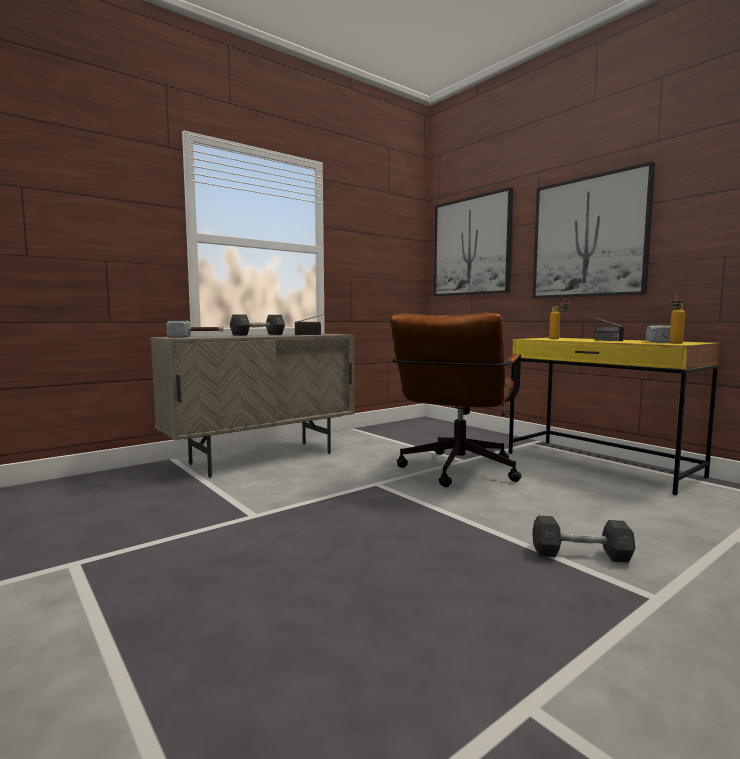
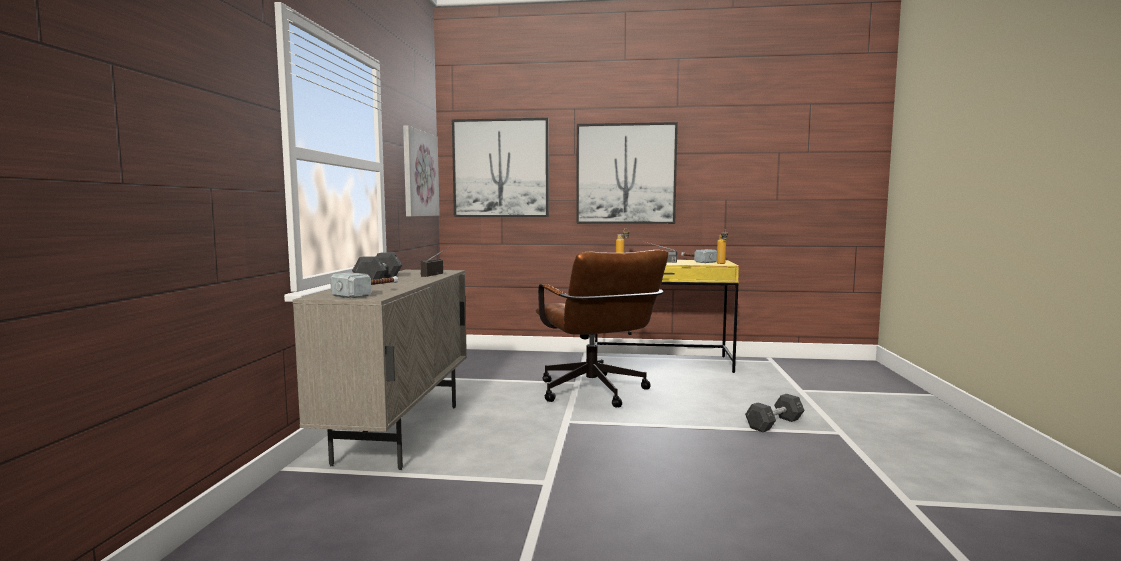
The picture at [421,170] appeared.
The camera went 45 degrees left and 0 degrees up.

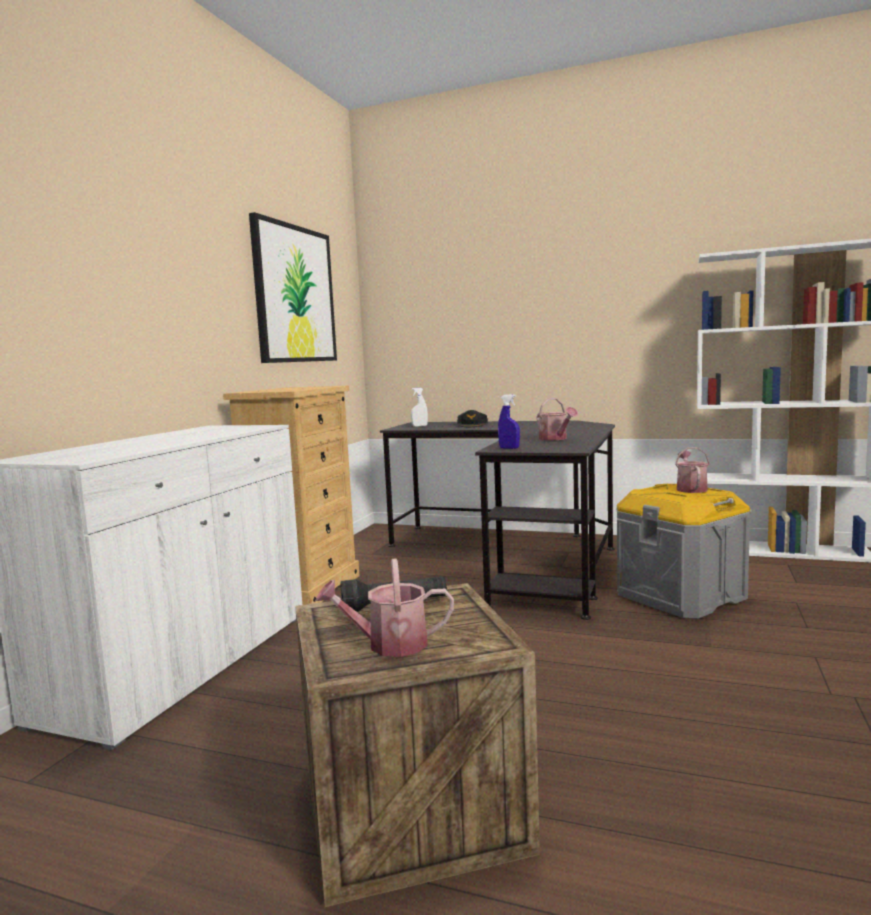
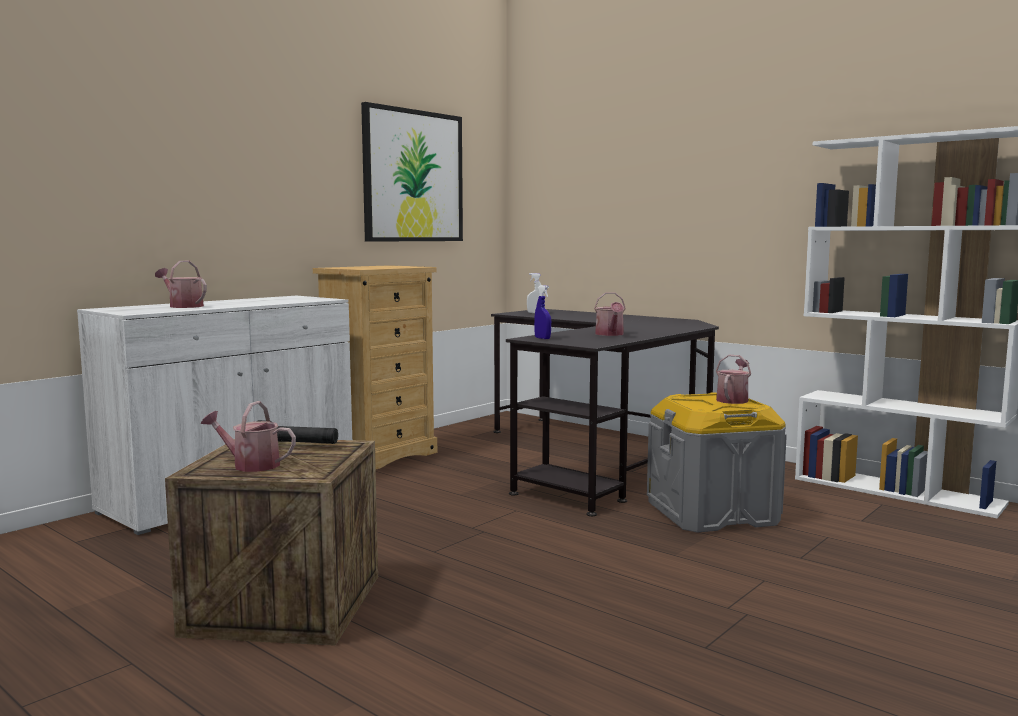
The black cap at [472,418] disappeared.
The watering can at [181,284] appeared.
The camera went 20 degrees right and 0 degrees up.

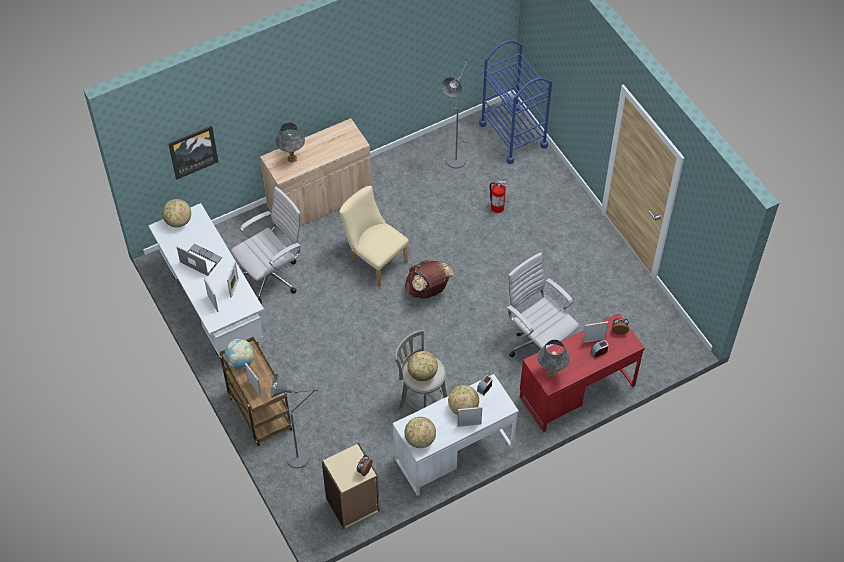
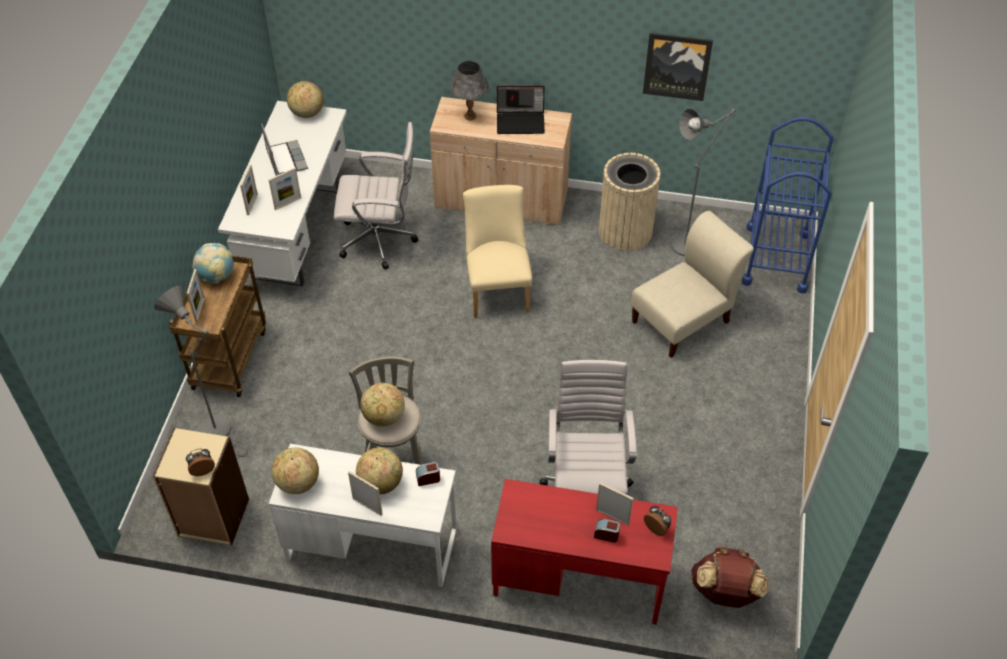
The grey table lamp at [554,359] disappeared.
The laptop at [520,110] appeared.
The beige trash can at [630,202] appeared.
The picture moved from [193,152] to [678,67].
The brown backpack moved from [429,279] to [730,577].
The fire extinguisher at [499,197] was replaced by the beige chair at [692,284].
The camera went 40 degrees right and 5 degrees down.

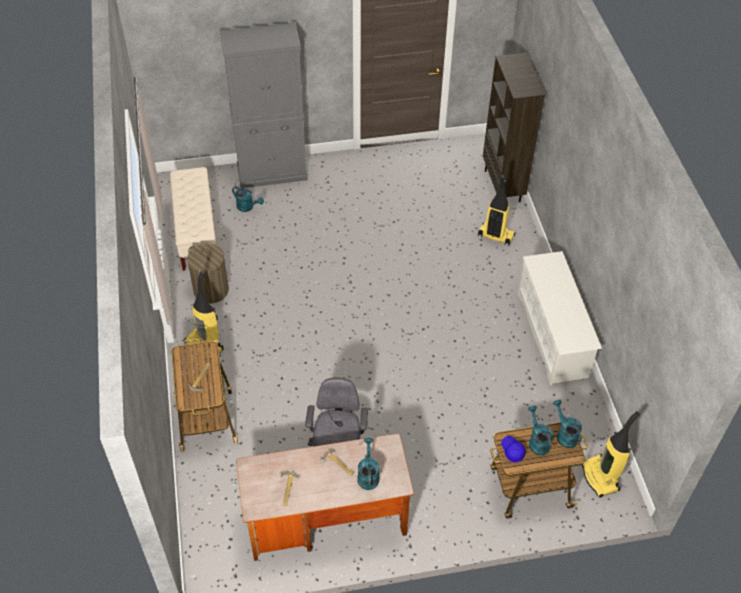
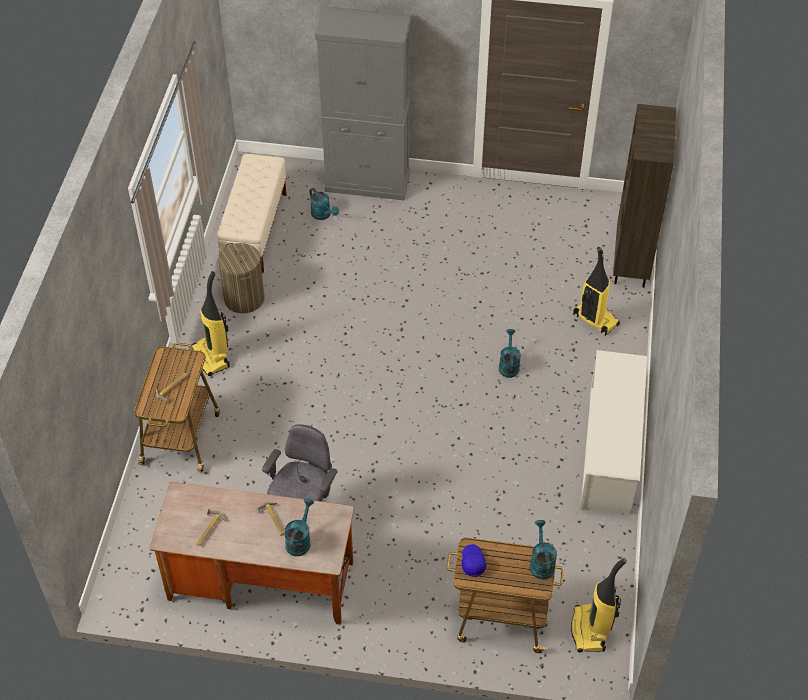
The turquoise watering can moved from [540,430] to [510,353].
The camera went 20 degrees right and 0 degrees up.

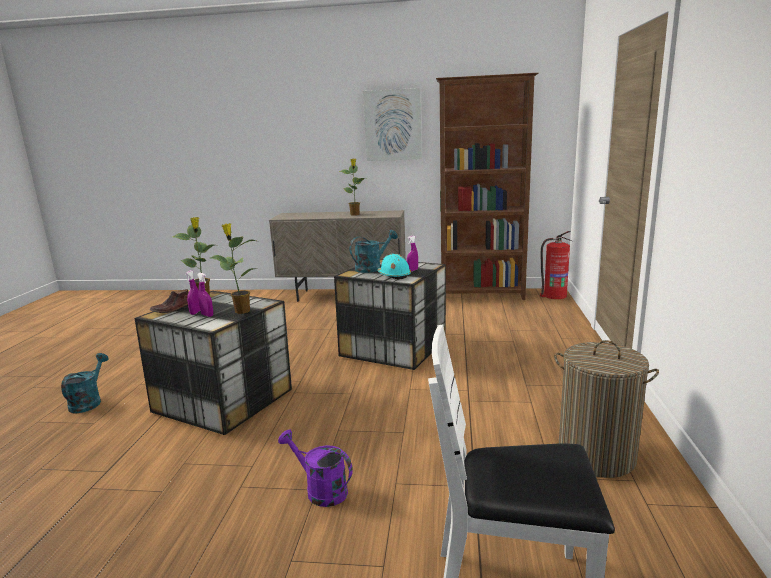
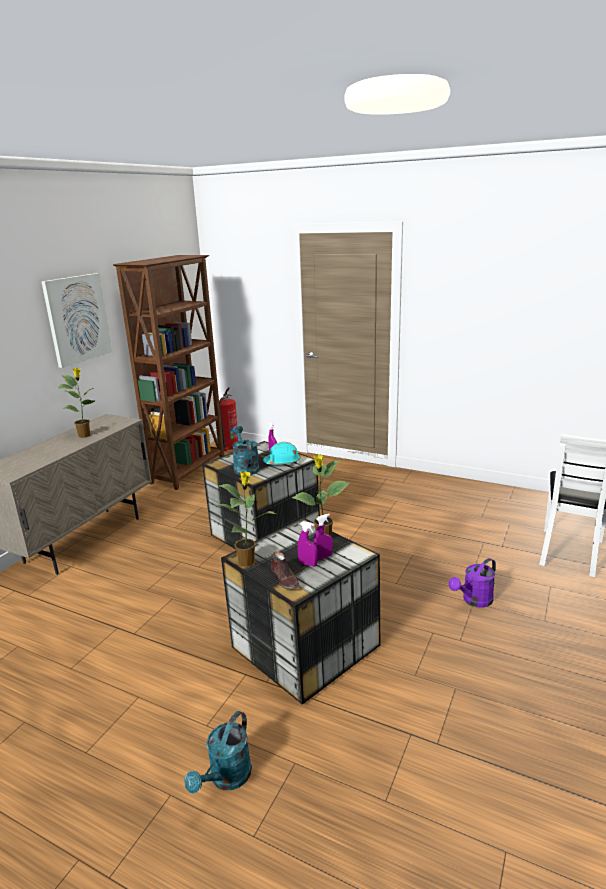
The laundry basket at [606,409] disappeared.
The turquoise watering can at [85,383] turned 90 degrees counterclockwise.
The camera went 70 degrees left and 5 degrees up.

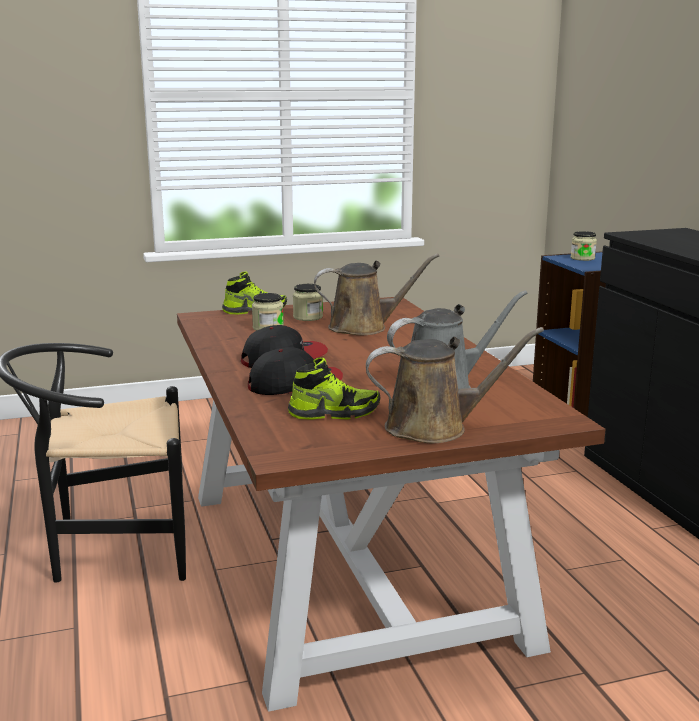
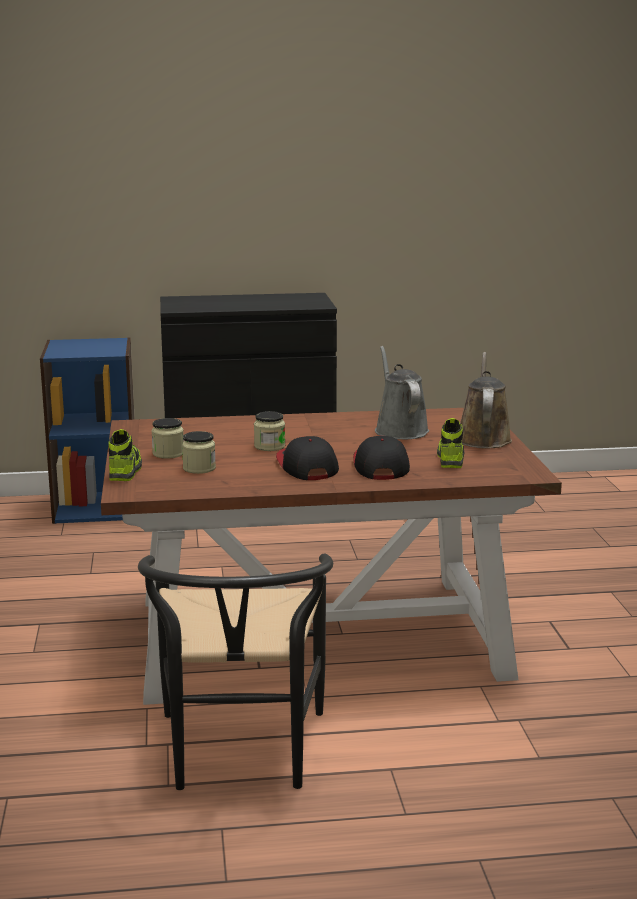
The brown watering can at [376,294] disappeared.
The jar moved from [584,246] to [269,431].
The camera went 80 degrees left and 0 degrees up.

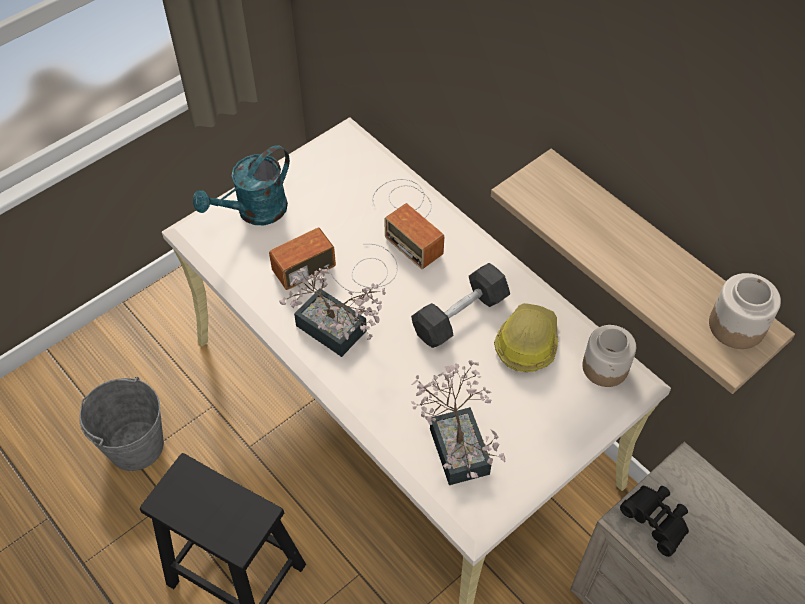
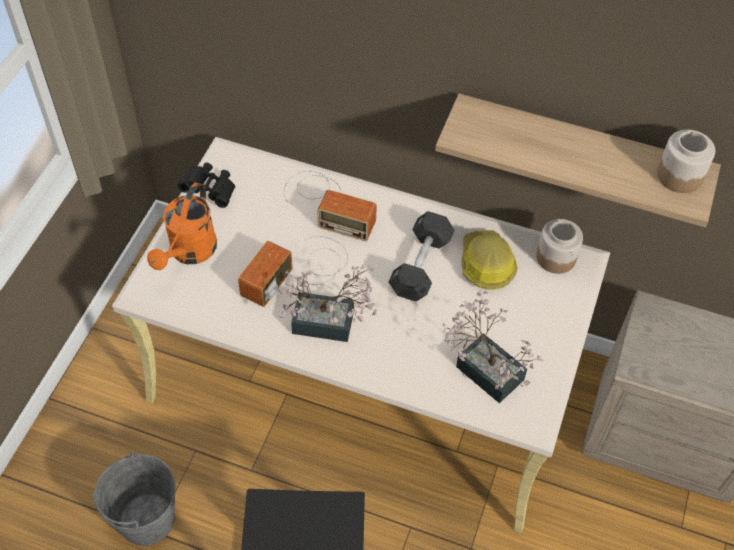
The black binoculars moved from [654,521] to [206,185].
The turquoise watering can at [241,185] became the orange watering can at [182,226].
The camera went 30 degrees left and 0 degrees up.

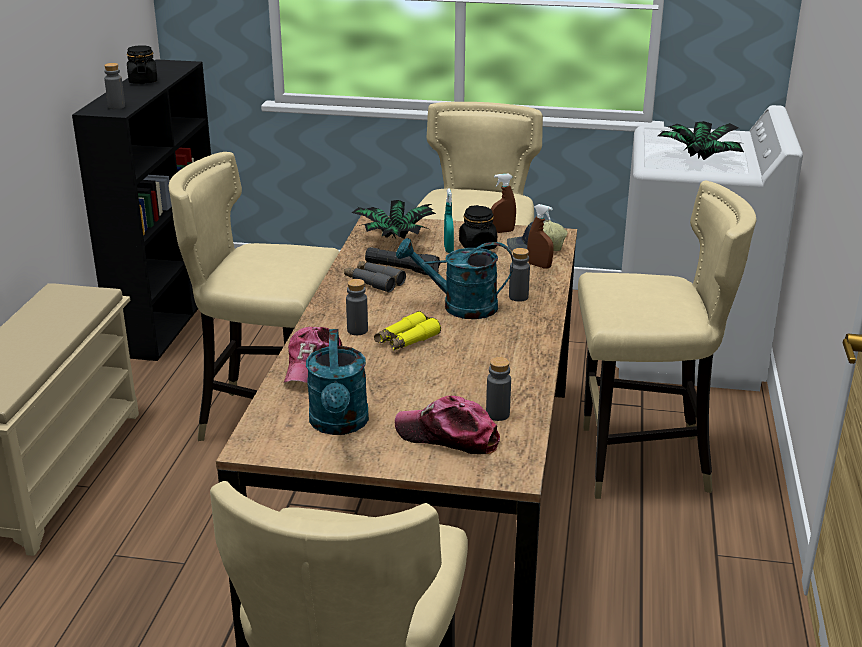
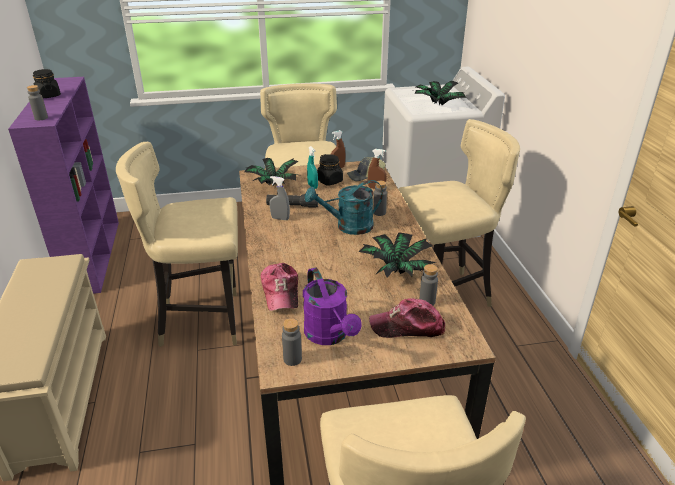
The yellow binoculars at [407,331] disappeared.
The potted plant at [398,255] appeared.
The grey bottle moved from [357,307] to [292,342].
The grey binoculars at [375,277] was replaced by the grey spray bottle at [280,198].
The black bookcase at [141,210] became the purple bookcase at [63,185].
The turquoise watering can at [337,382] became the purple watering can at [332,306].
The camera went 20 degrees left and 5 degrees up.

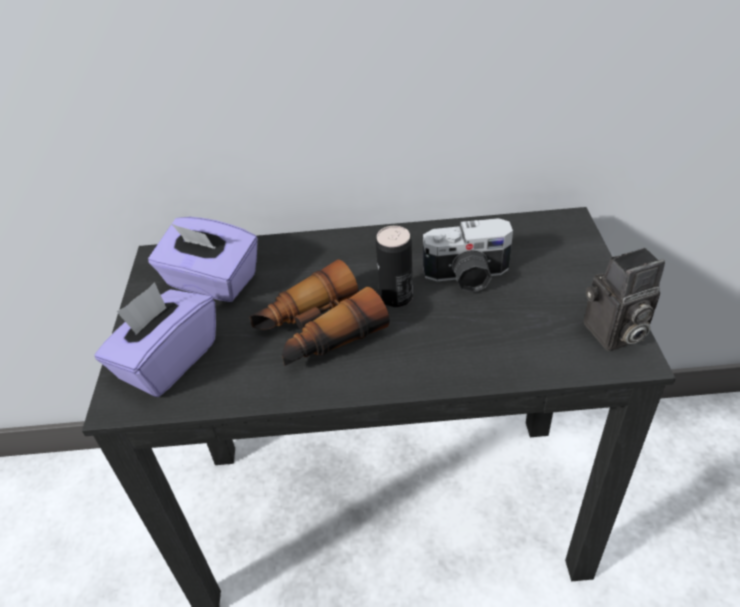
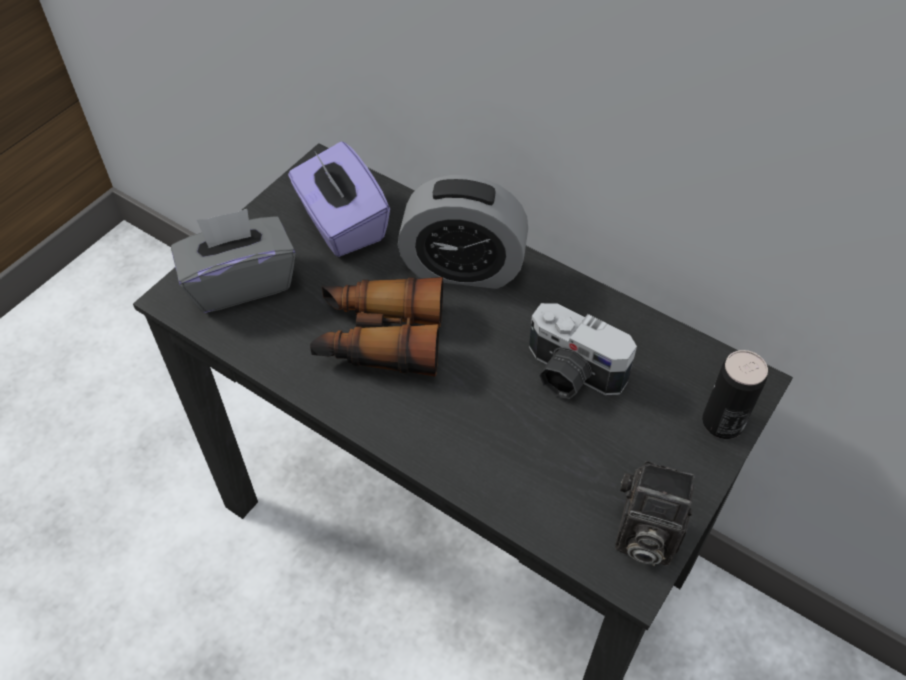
The alarm clock at [463,232] appeared.
The can moved from [394,266] to [735,394].
The purple tissue box at [155,339] became the grey tissue box at [233,261].
The camera went 35 degrees right and 10 degrees up.

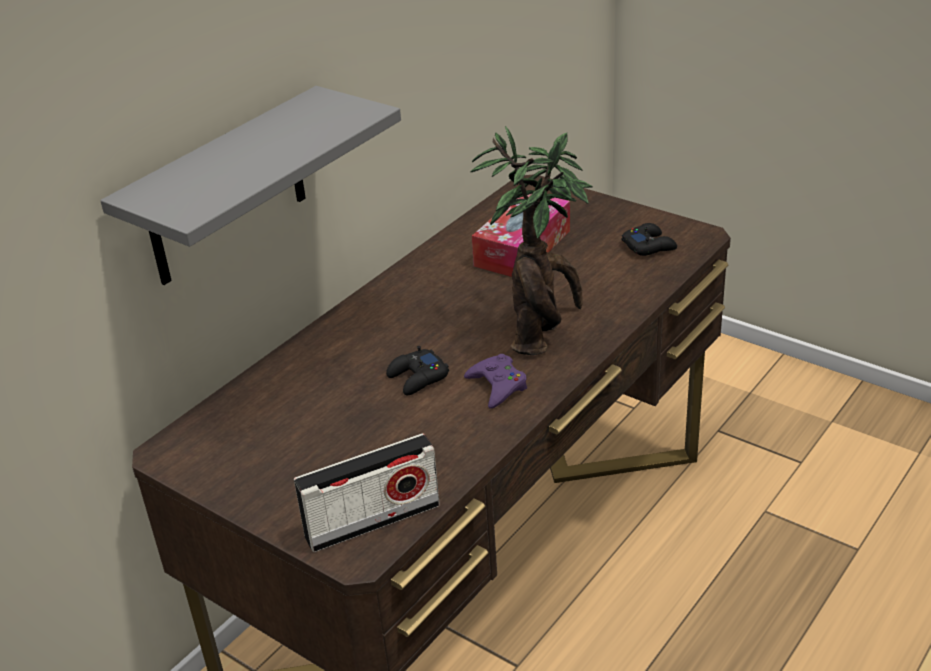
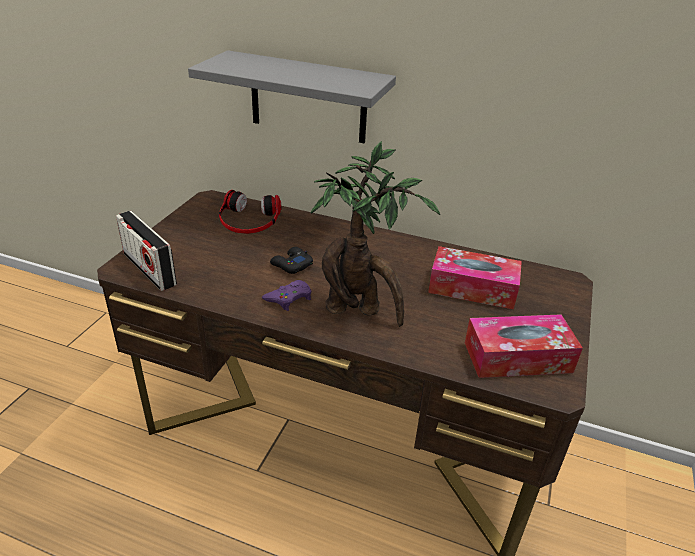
The headphones at [250,212] appeared.
The black game controller at [649,239] was replaced by the tissue box at [524,346].
The camera went 70 degrees right and 0 degrees up.

